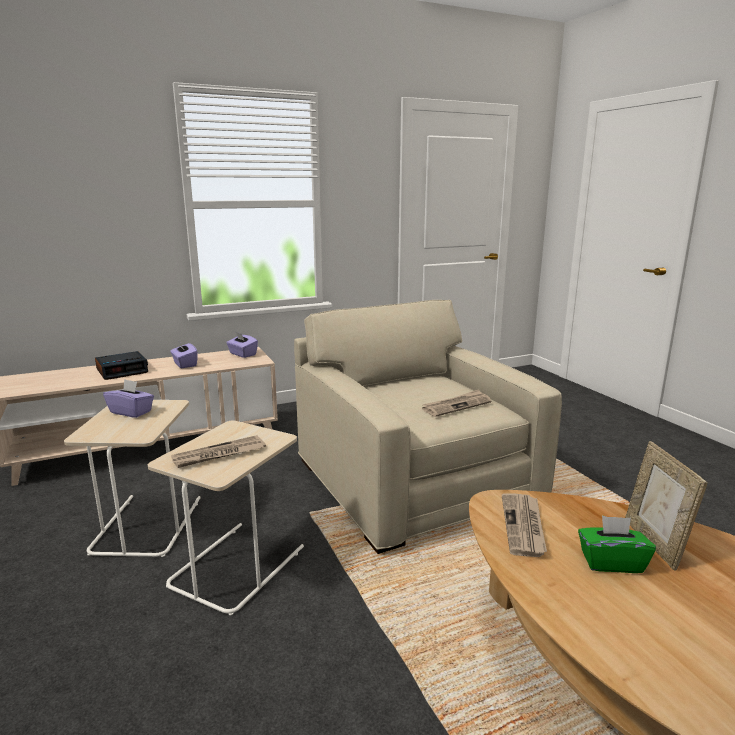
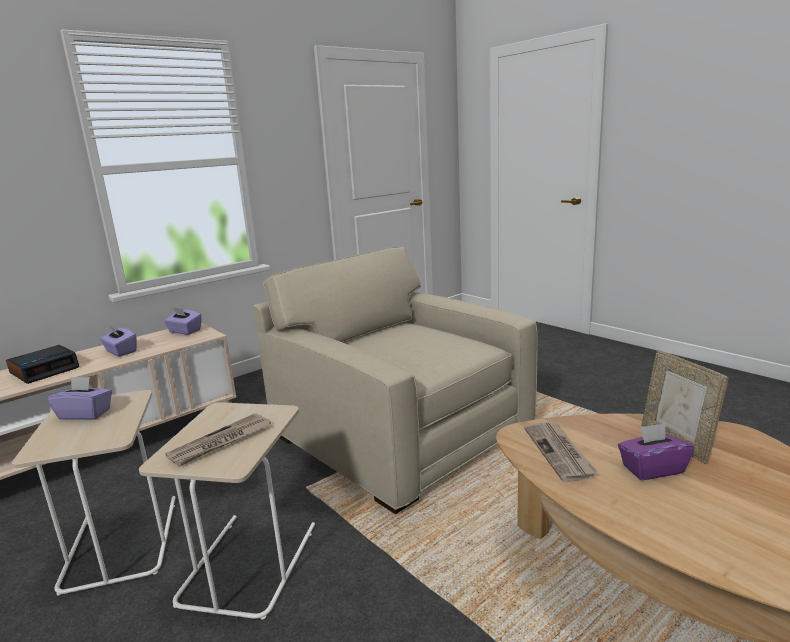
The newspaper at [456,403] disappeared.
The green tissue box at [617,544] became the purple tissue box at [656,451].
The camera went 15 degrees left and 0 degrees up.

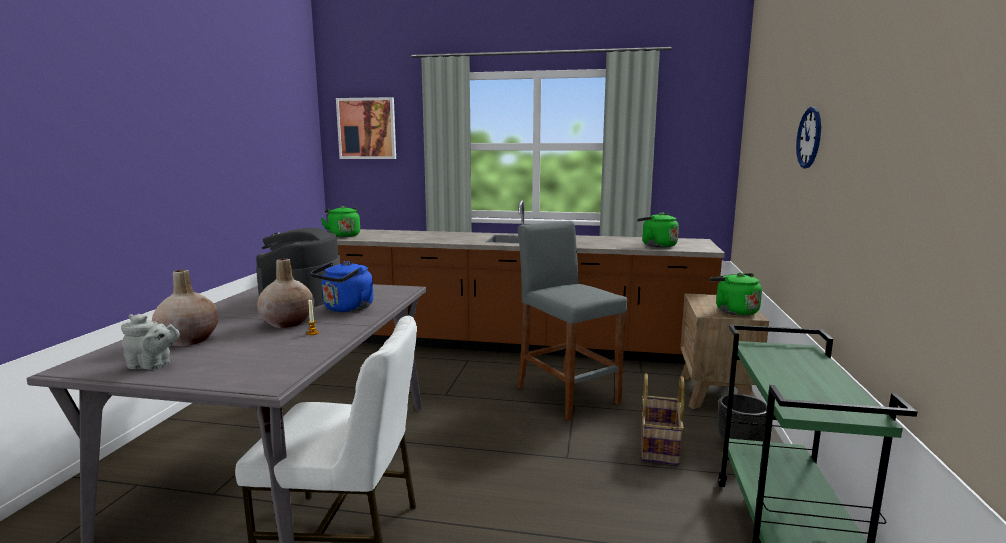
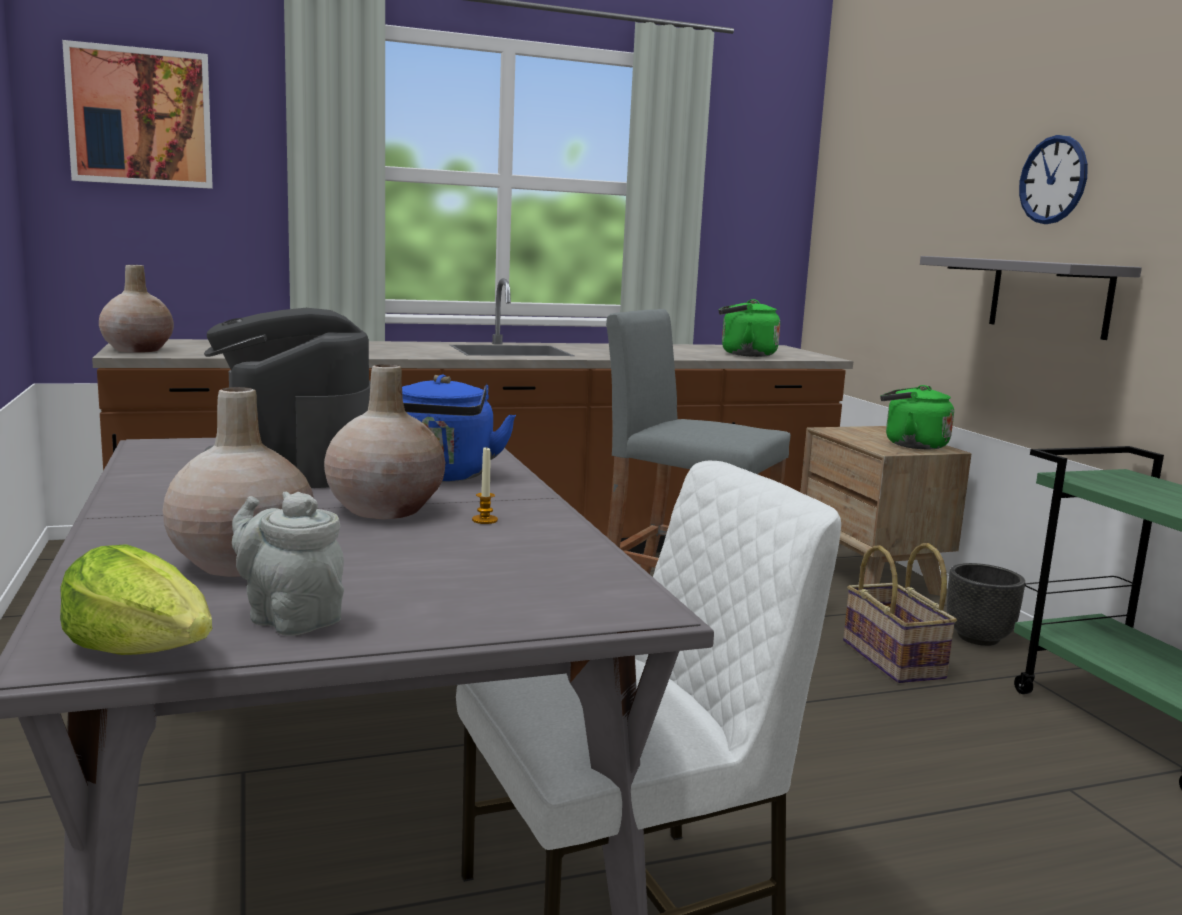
The lettuce at [136,599] appeared.
The grey shelf at [1031,298] appeared.
The green kettle at [340,221] was replaced by the beige vase at [136,309].
The grey teapot at [150,341] turned 120 degrees counterclockwise.
The camera went 30 degrees left and 0 degrees up.

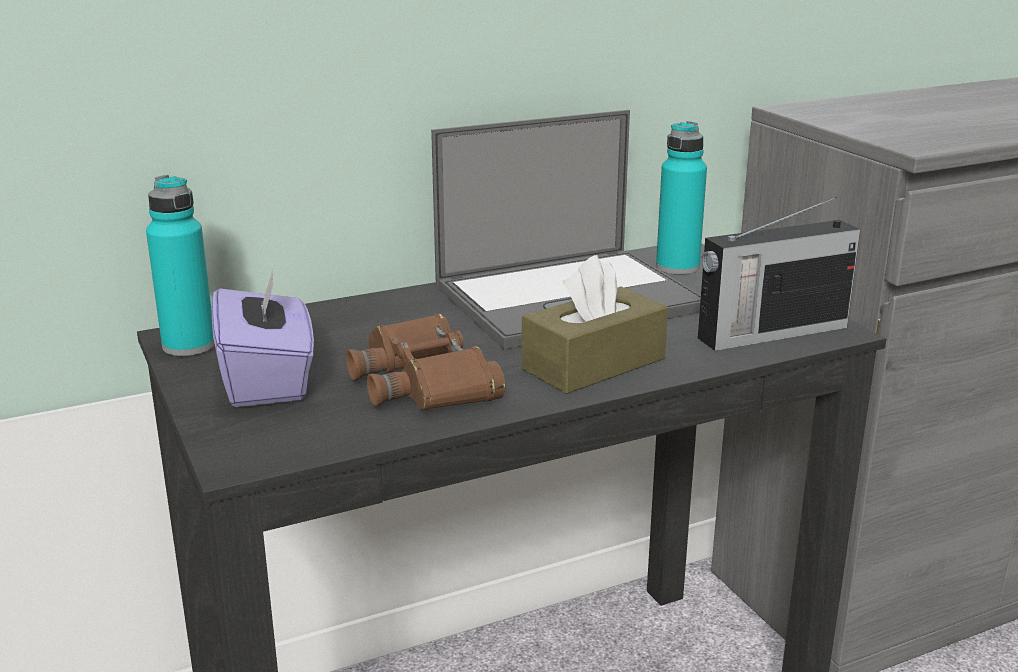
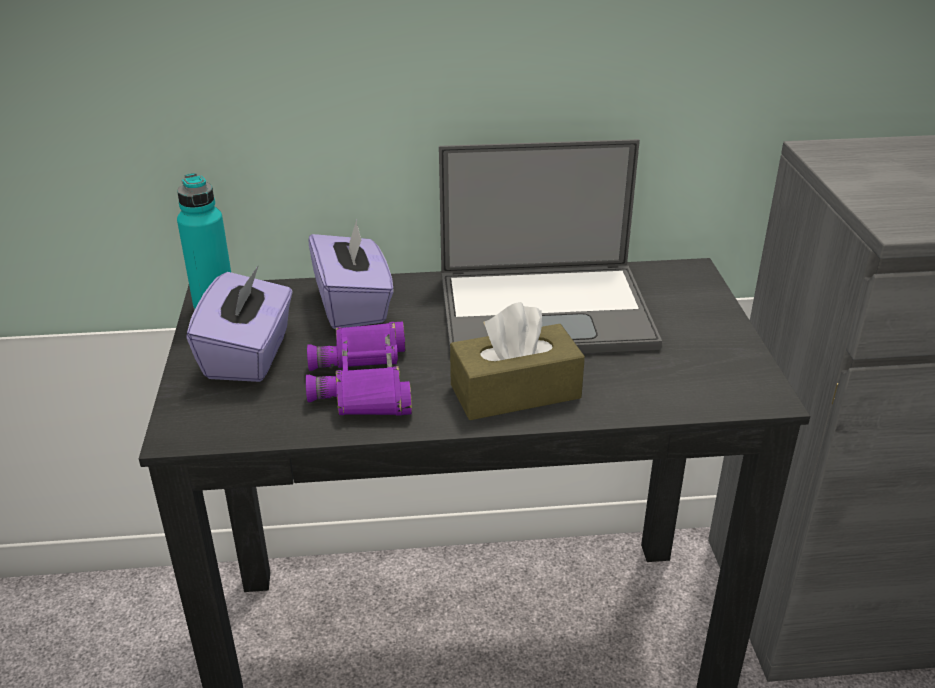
The turquoise bottle at [681,198] disappeared.
The radio at [779,274] disappeared.
The purple tissue box at [351,275] appeared.
The brown binoculars at [425,362] became the purple binoculars at [359,369].
The camera went 20 degrees right and 10 degrees up.

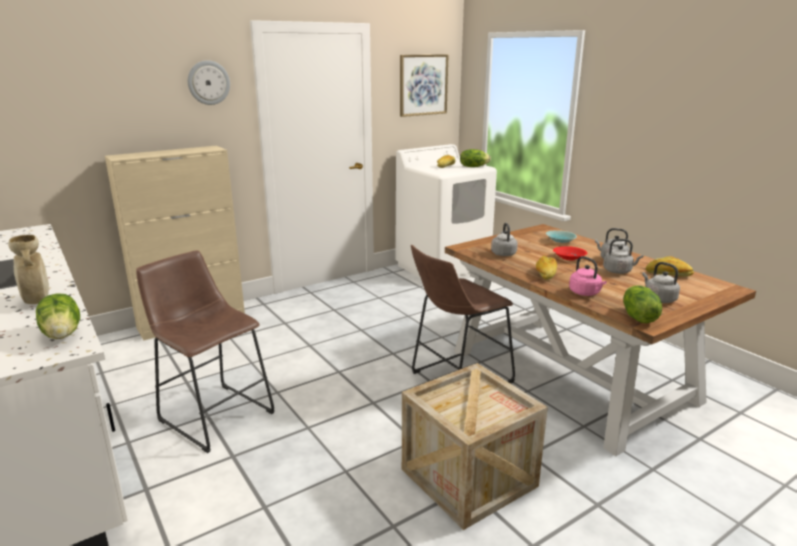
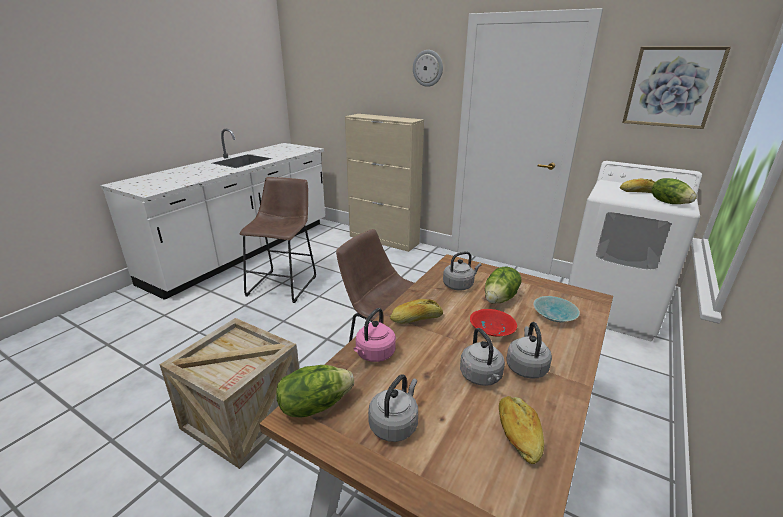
The beige vase at [28,269] disappeared.
The lettuce moved from [58,316] to [503,285].
The camera went 65 degrees right and 5 degrees up.

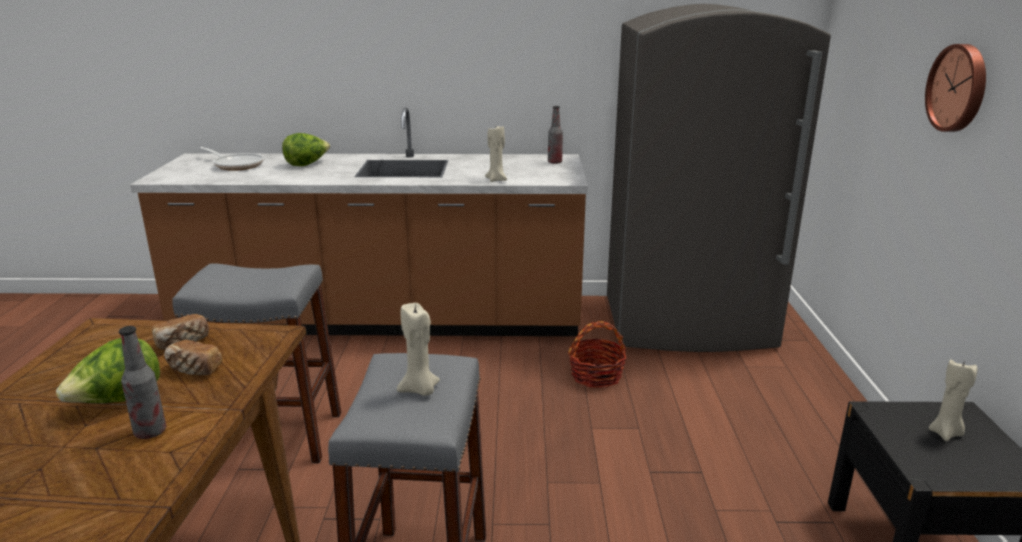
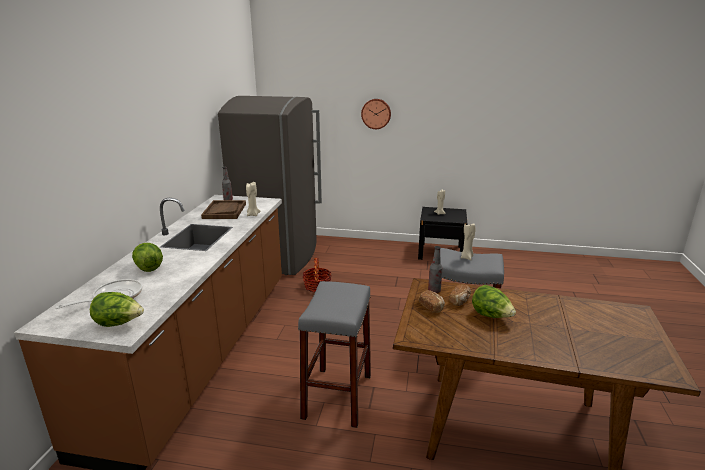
The lettuce at [117,309] appeared.
The brown tray at [223,209] appeared.
The bottle moved from [142,382] to [435,269].
The camera went 80 degrees left and 0 degrees up.

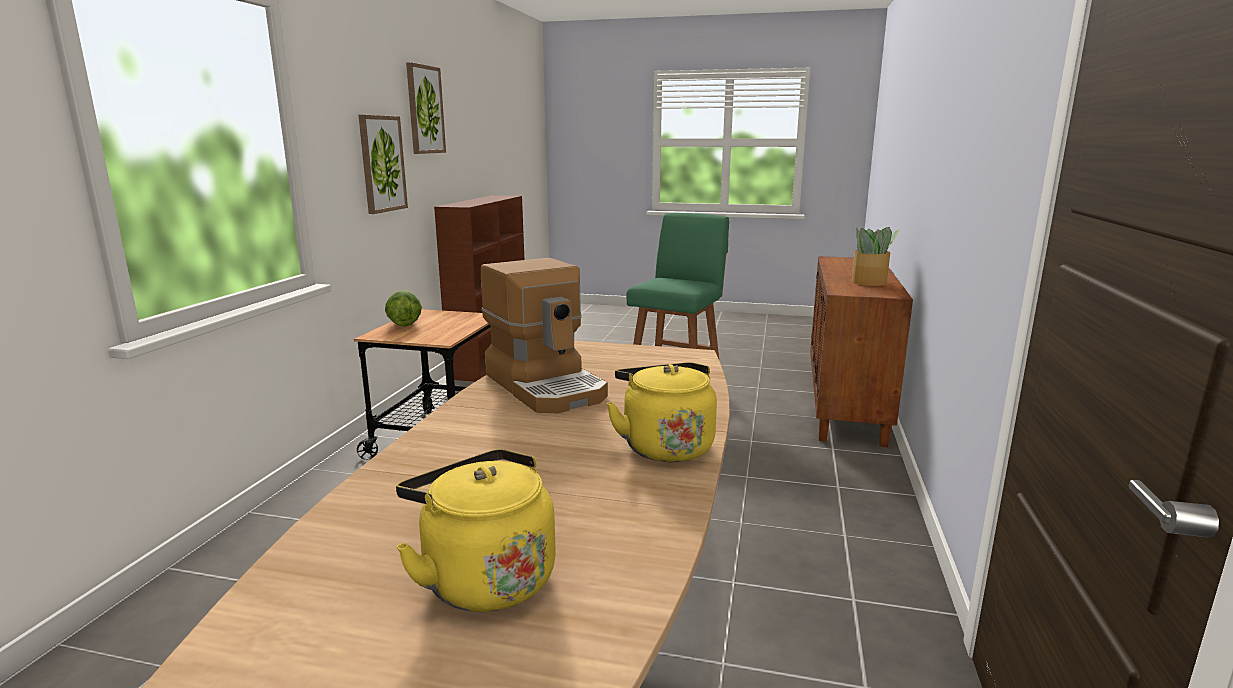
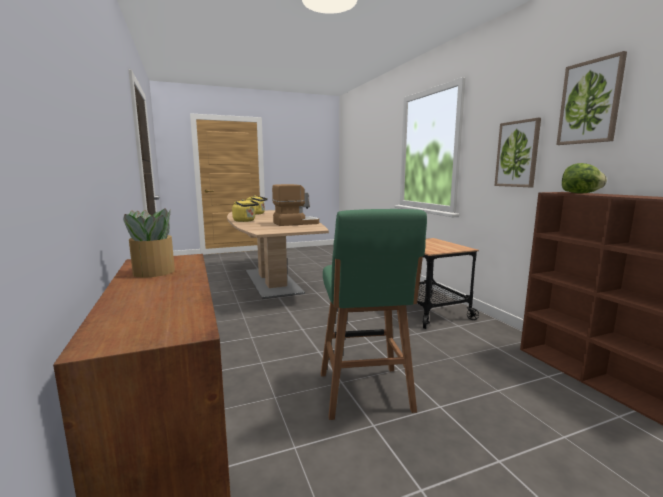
The lettuce moved from [403,308] to [584,178].
The coffee machine at [544,335] turned 135 degrees clockwise.
The camera went 145 degrees right and 5 degrees down.

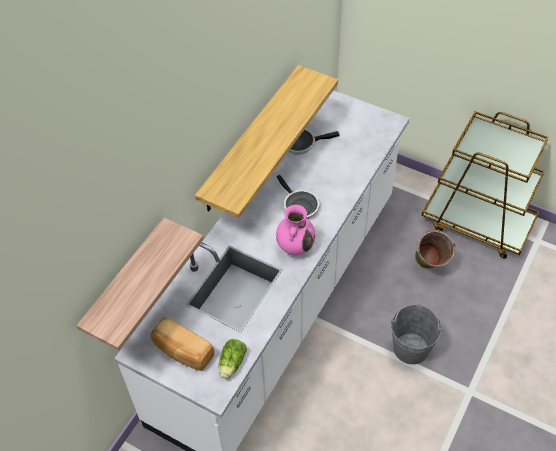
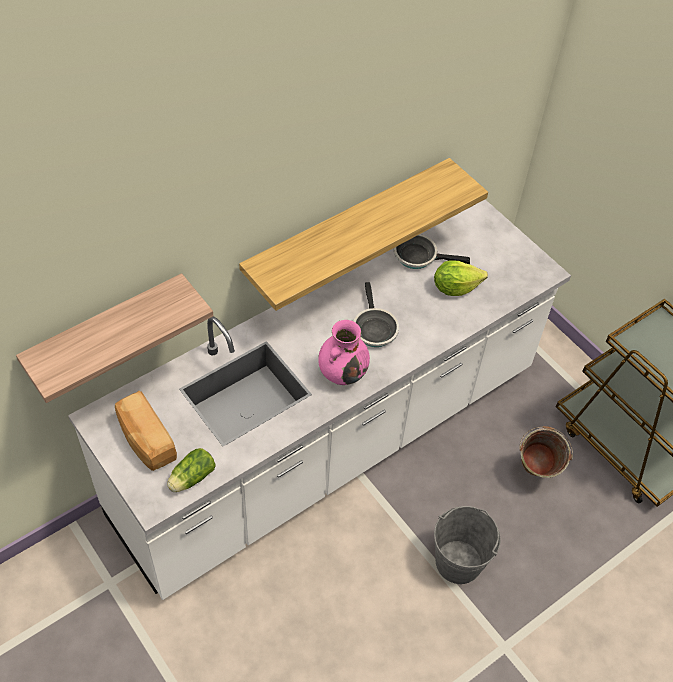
The lettuce at [461,278] appeared.
The camera went 20 degrees right and 0 degrees up.

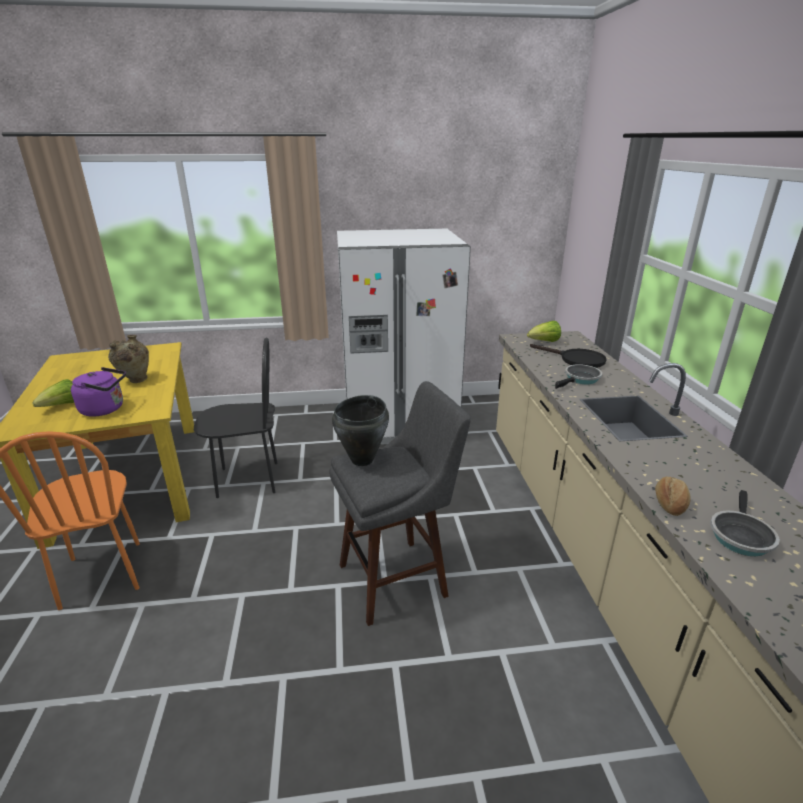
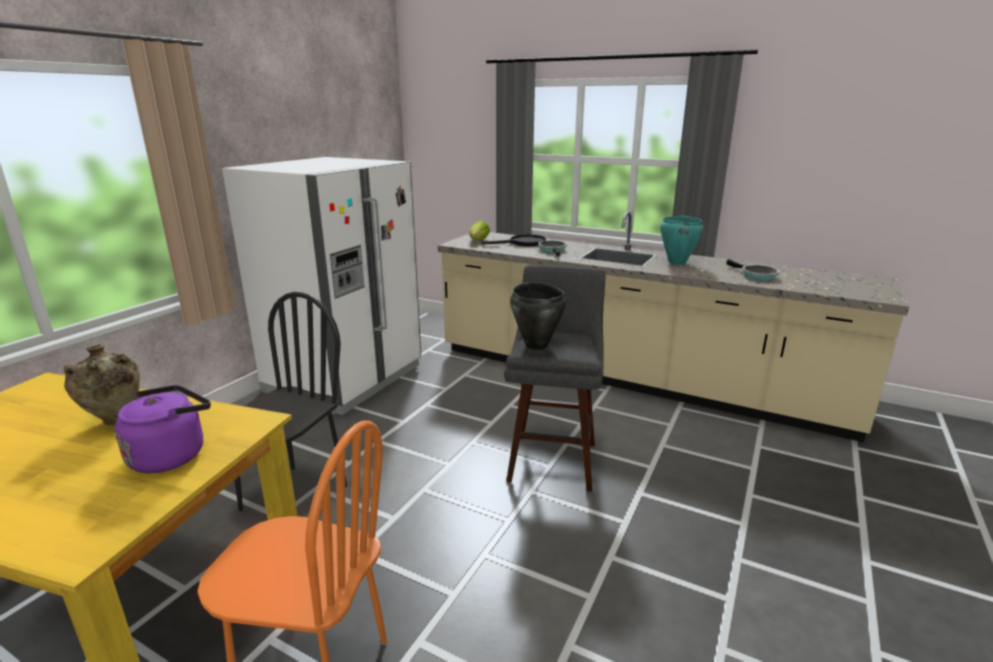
The lettuce at [53,393] disappeared.
The bread at [673,496] disappeared.
The turquoise cooking pot at [681,240] appeared.
The camera went 55 degrees left and 5 degrees down.

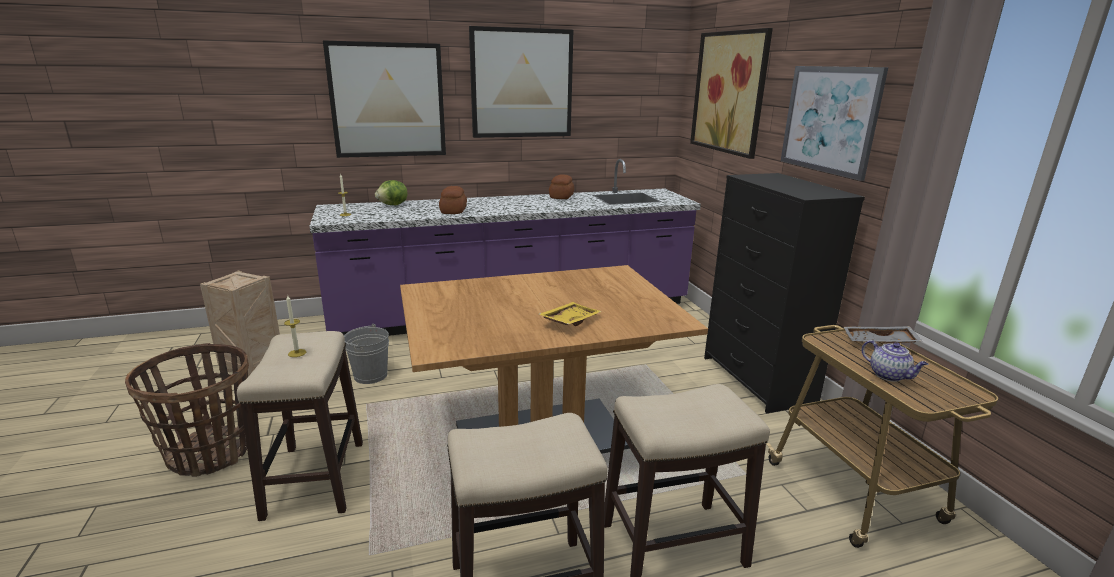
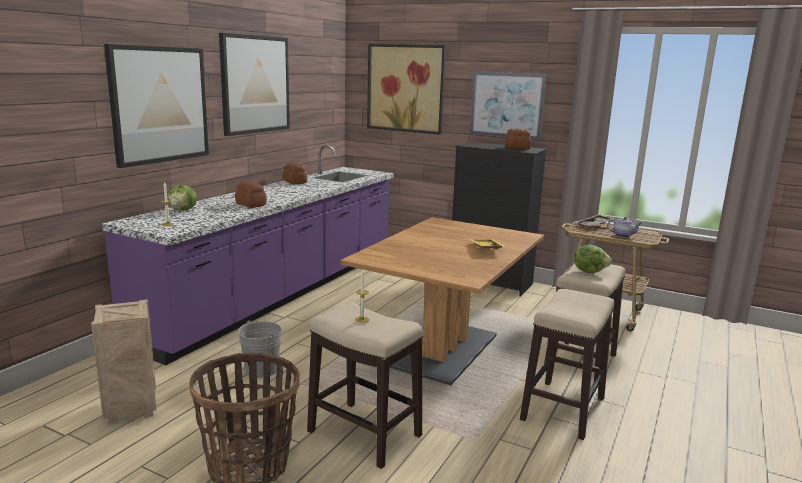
The bread at [518,138] appeared.
The lettuce at [593,259] appeared.
The camera went 45 degrees left and 5 degrees down.

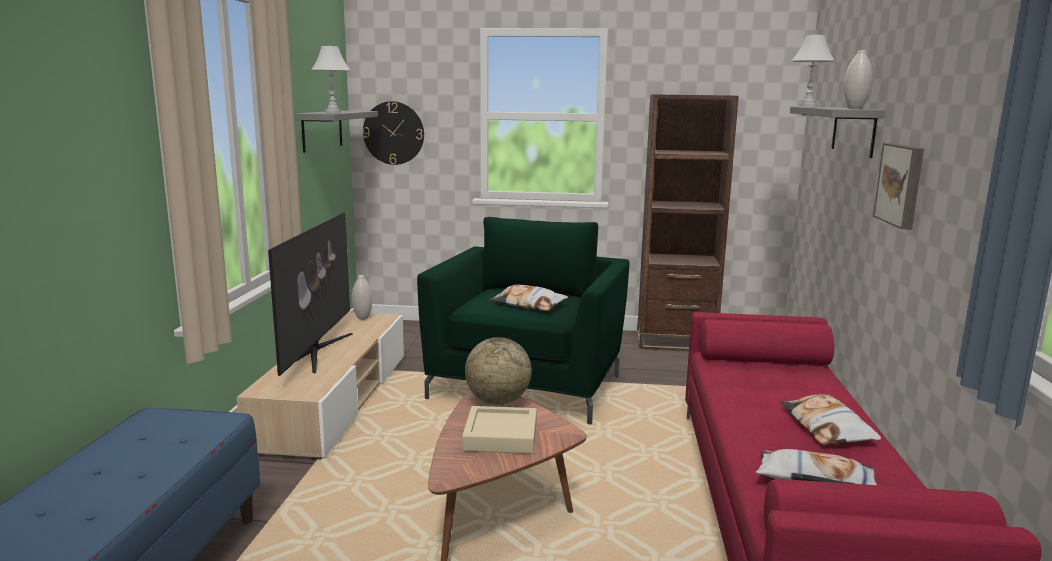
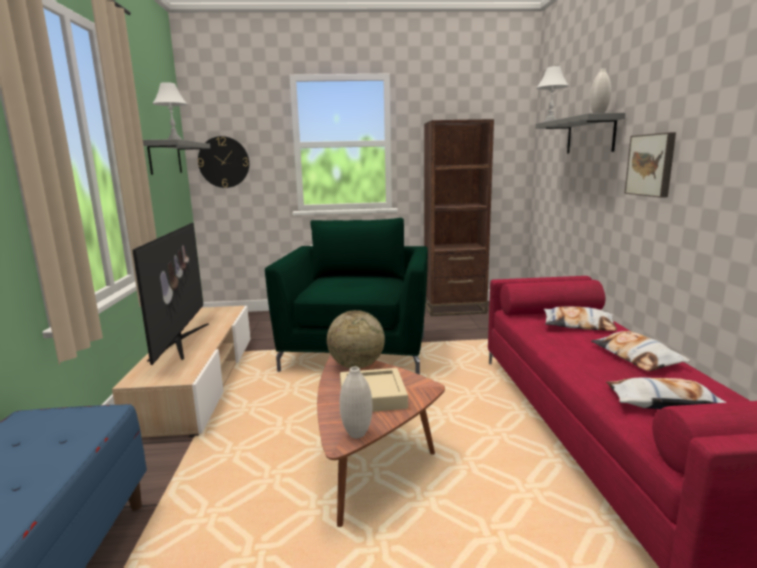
The white vase moved from [362,297] to [356,402].
The pillow moved from [529,298] to [580,318].
The camera went 10 degrees left and 0 degrees up.

